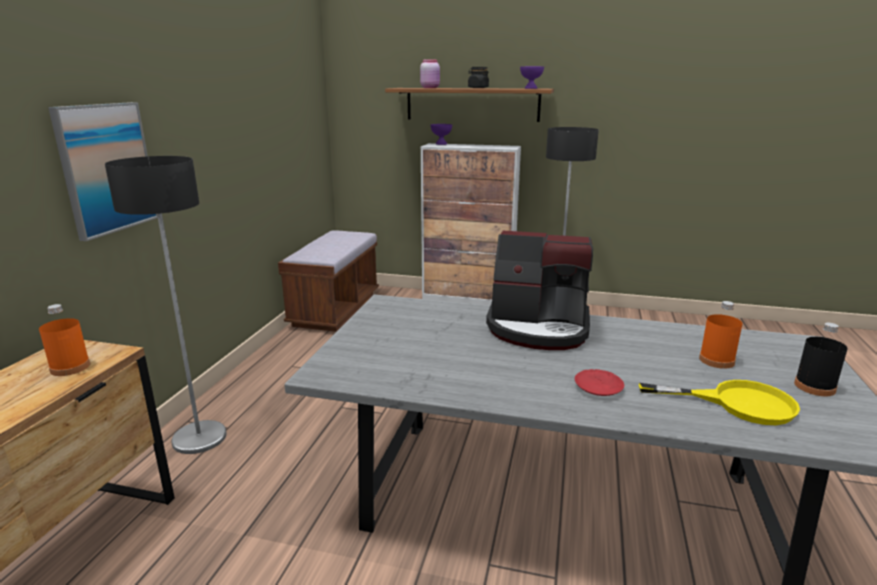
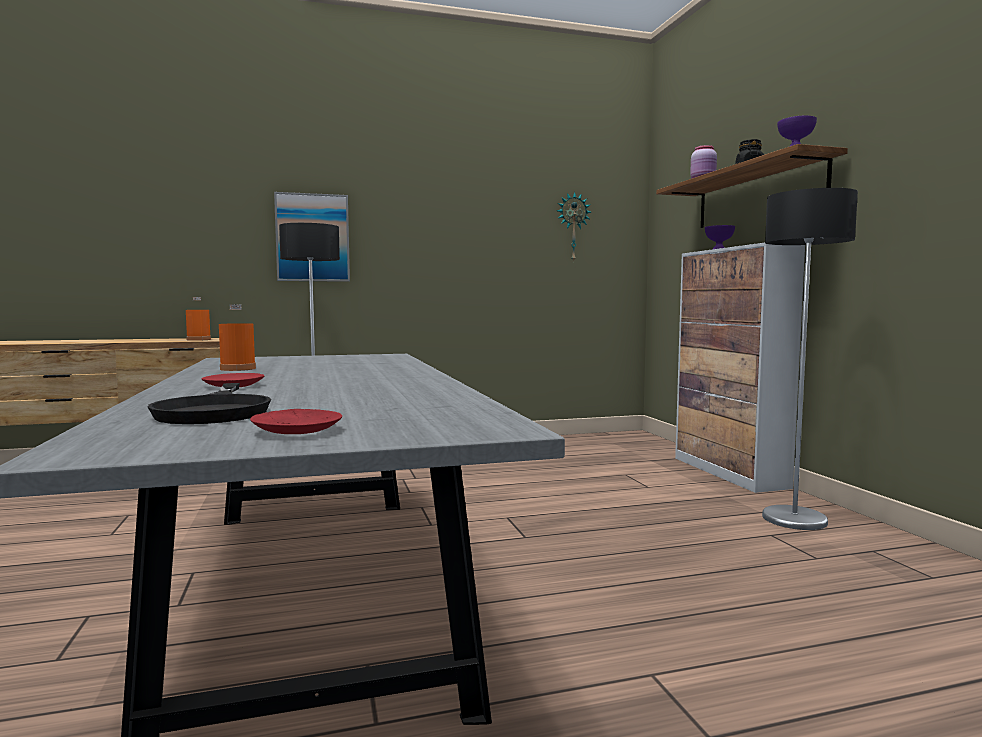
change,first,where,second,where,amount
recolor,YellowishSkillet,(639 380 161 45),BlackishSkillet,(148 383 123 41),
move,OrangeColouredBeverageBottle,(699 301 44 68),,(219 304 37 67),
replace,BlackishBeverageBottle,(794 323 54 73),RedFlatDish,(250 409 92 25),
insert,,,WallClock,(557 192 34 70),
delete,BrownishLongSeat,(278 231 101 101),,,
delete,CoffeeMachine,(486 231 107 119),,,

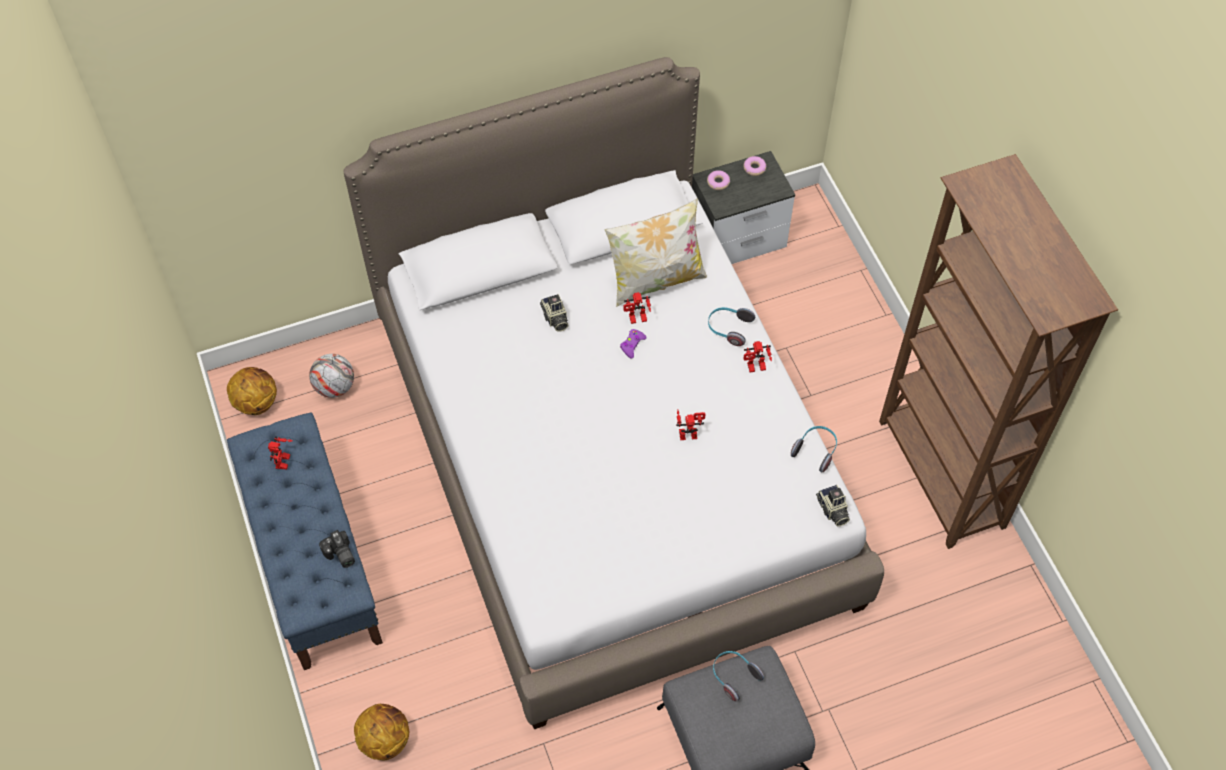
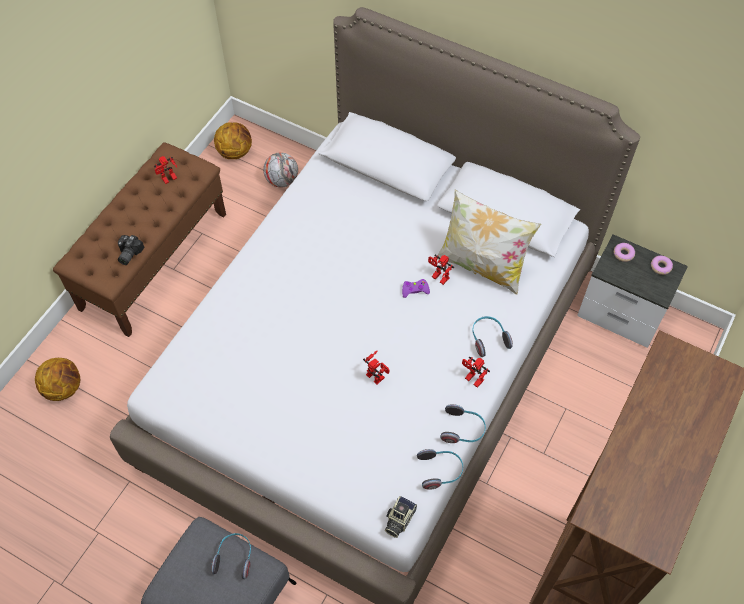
change,first,where,second,where,amount
recolor,BluishLongSeat,(227 413 156 257),BrownishLongSeat,(53 142 173 195),
insert,,,Headset,(440 404 46 39),
delete,StillCamera,(540 294 28 38),,,

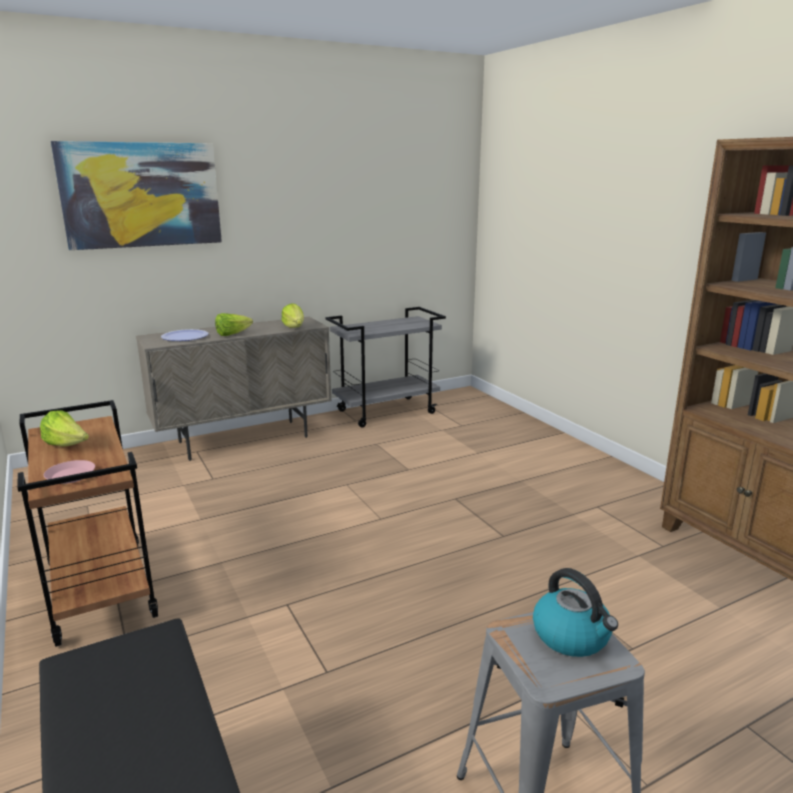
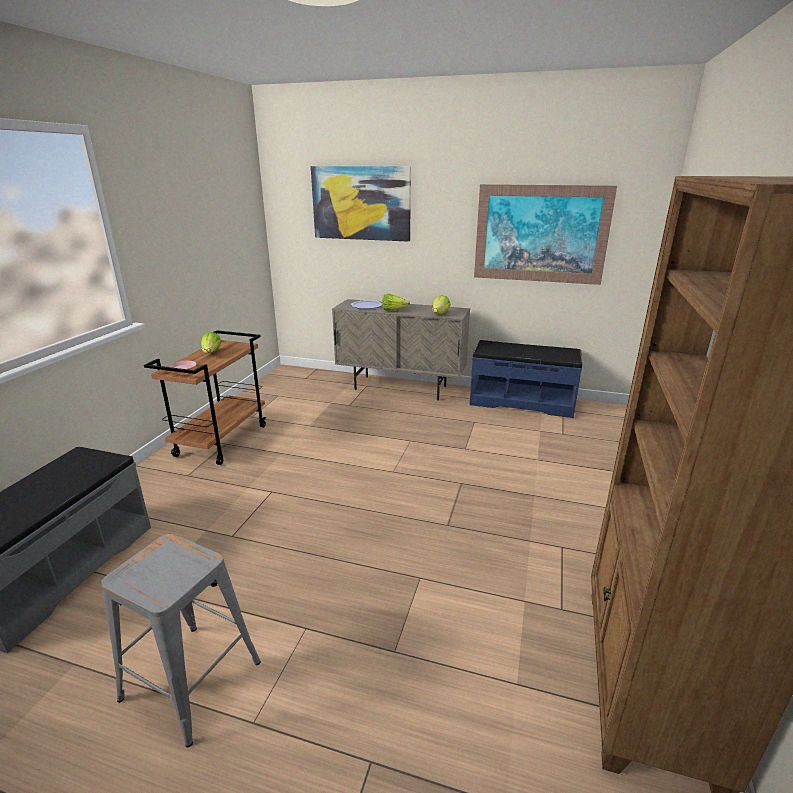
change,first,where,second,where,amount
replace,GreyishWheeledCart,(326 307 120 120),BluishLongSeat,(470 340 112 78),
insert,,,WallPicture,(474 184 143 101),
delete,Kettle,(533 568 85 89),,,

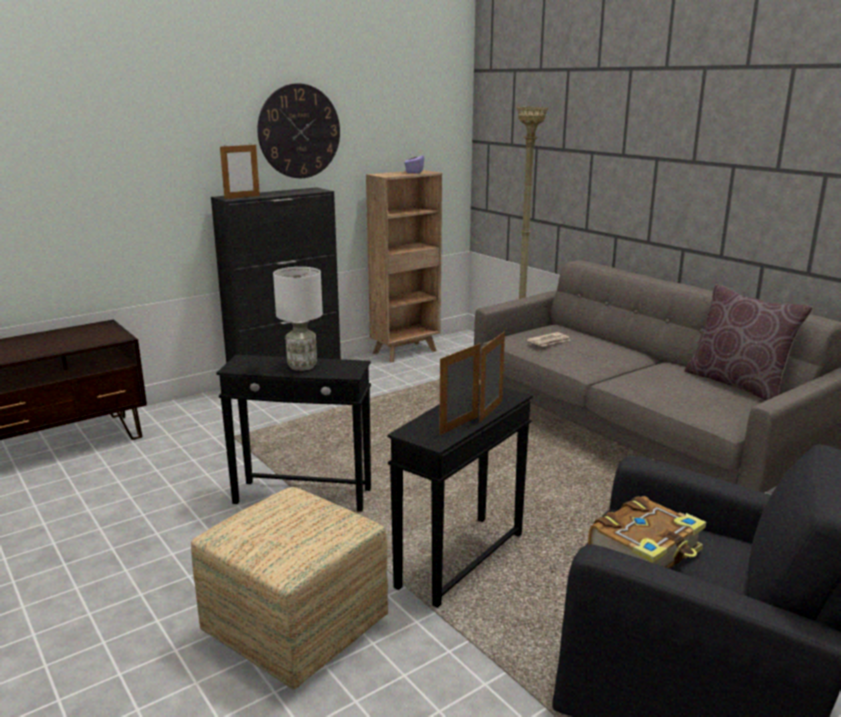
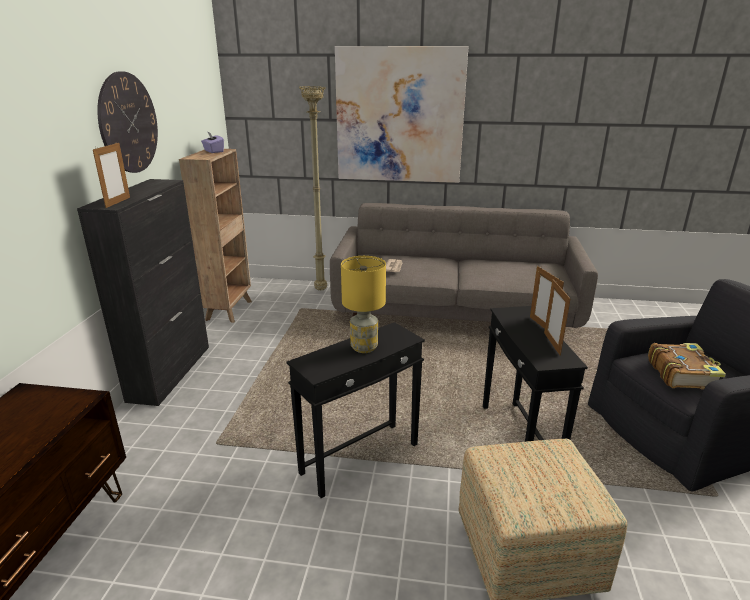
change,first,where,second,where,amount
insert,,,WallPicture,(335 46 134 137),
recolor,WhiteTabletopLamp,(273 267 50 104),YellowishTabletopLamp,(341 256 45 97),
delete,BrownishThrowPillow,(684 284 129 117),,,

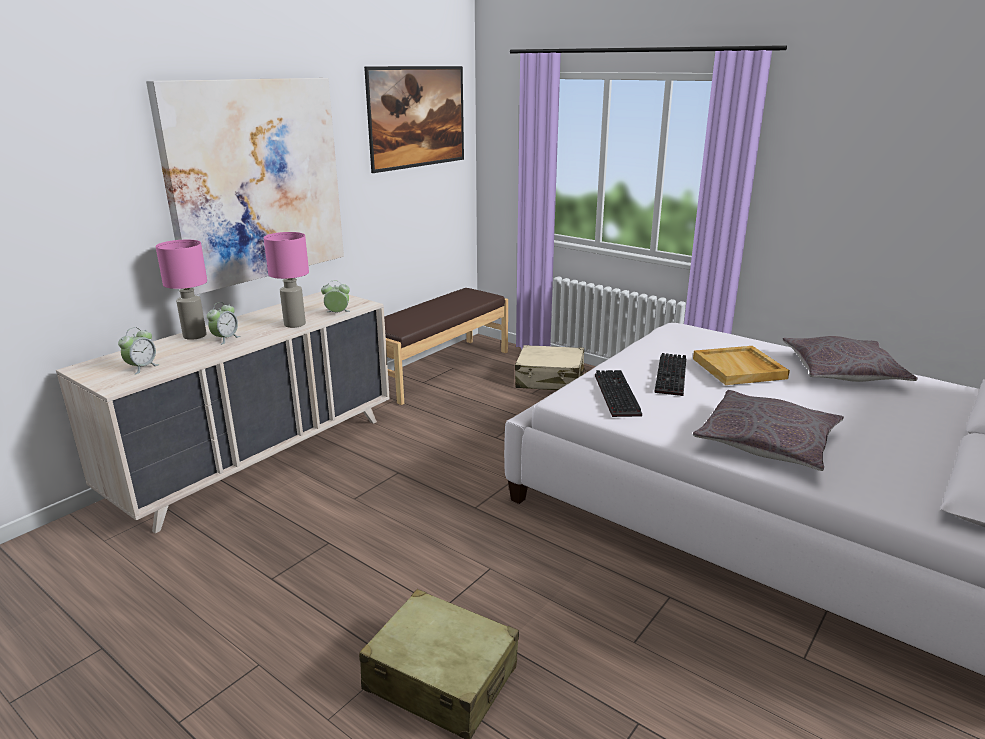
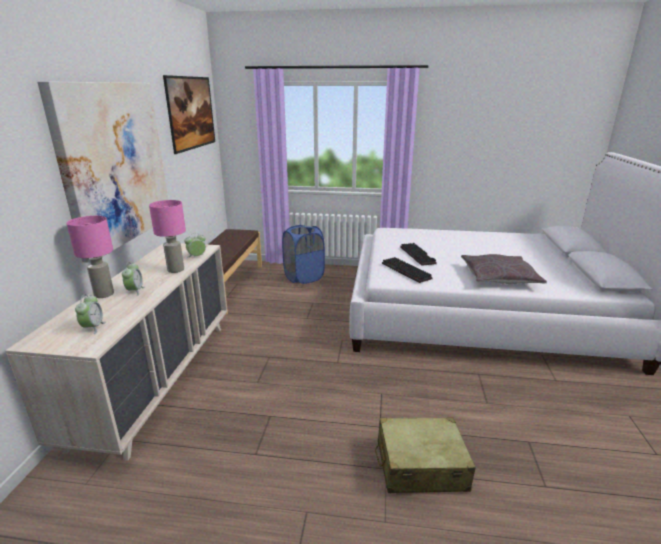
change,first,where,second,where,amount
replace,BeigeSuitcase,(515 345 71 45),BluishWashingBasket,(282 225 43 59),
delete,BeigeServingTray,(693 346 97 39),,,
delete,GreyishThrowPillow,(783 336 135 46),,,

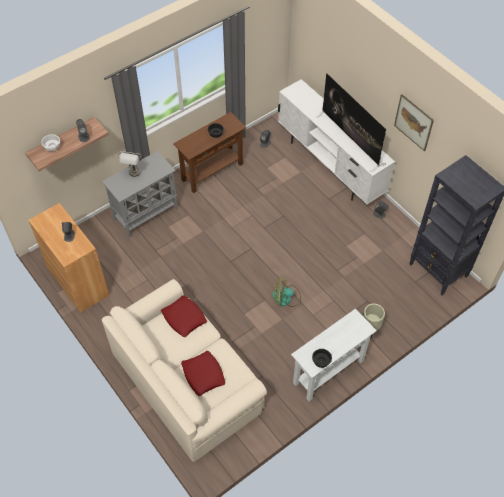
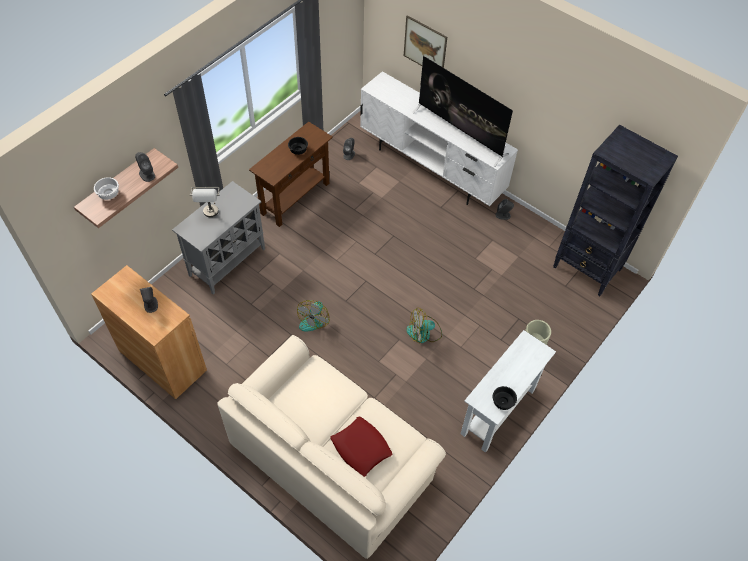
change,first,where,second,where,amount
insert,,,ElectricFan,(297 300 33 31),
move,WallPicture,(394 94 40 57),,(404 15 43 53),
delete,RedThrowPillow,(161 295 46 42),,,

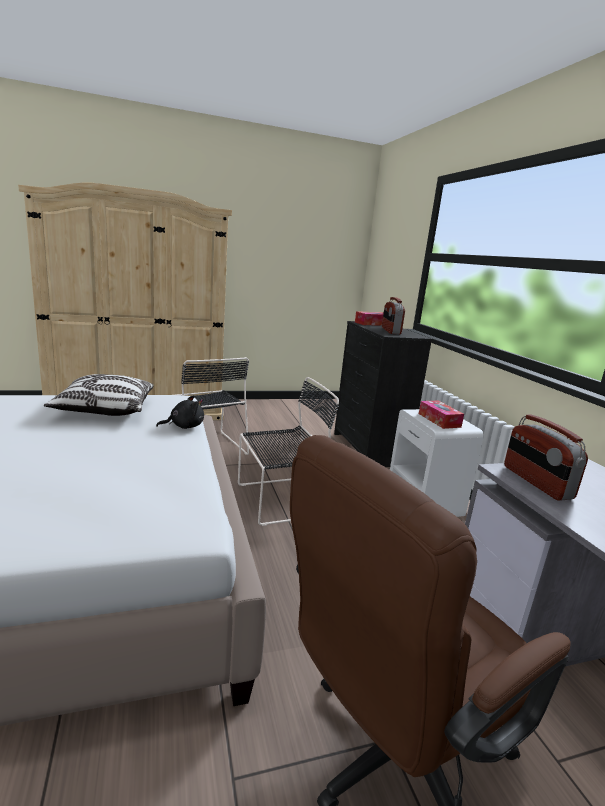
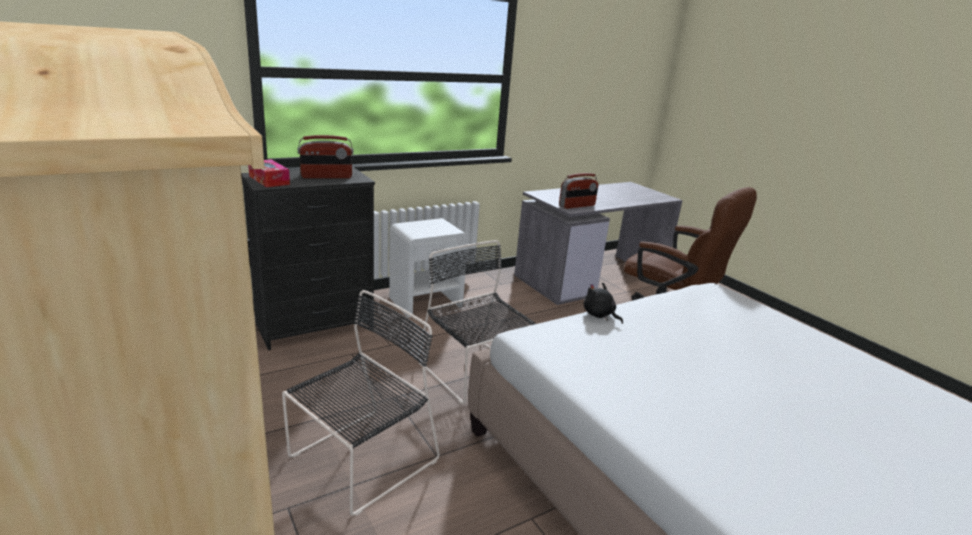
change,first,where,second,where,amount
delete,ThrowPillow,(44 374 110 42),,,
delete,TissueBox,(419 400 45 29),,,

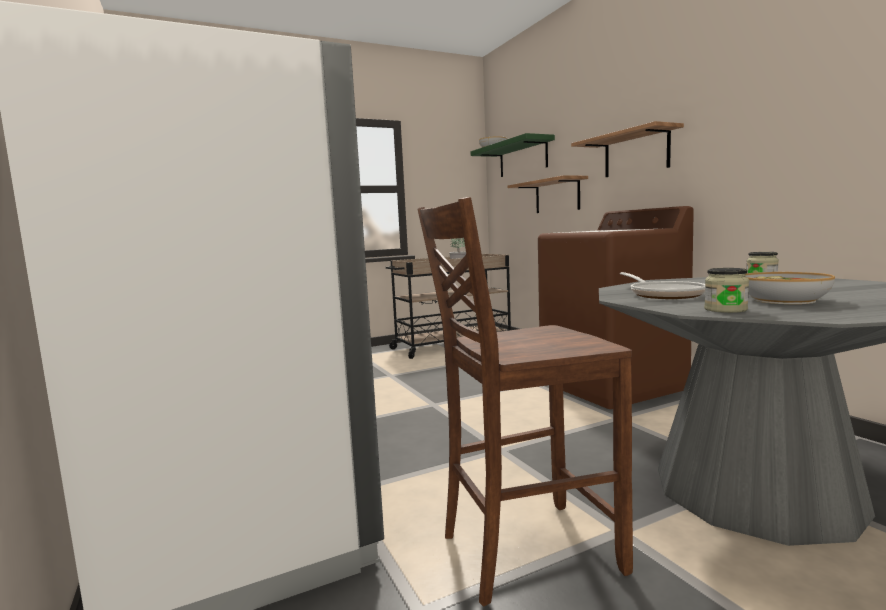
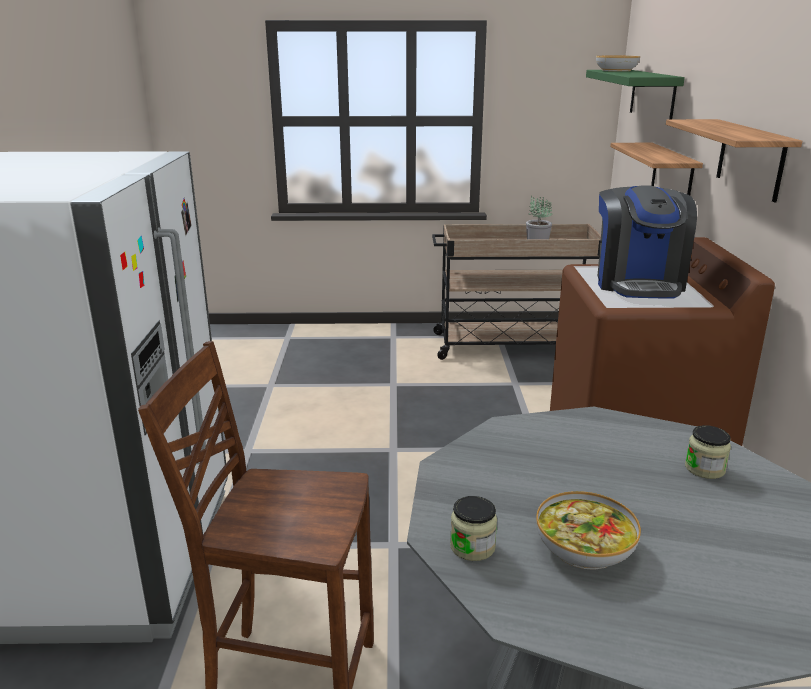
change,first,where,second,where,amount
insert,,,CoffeeMachine,(598 185 99 114),
delete,Skillet,(620 272 85 27),,,

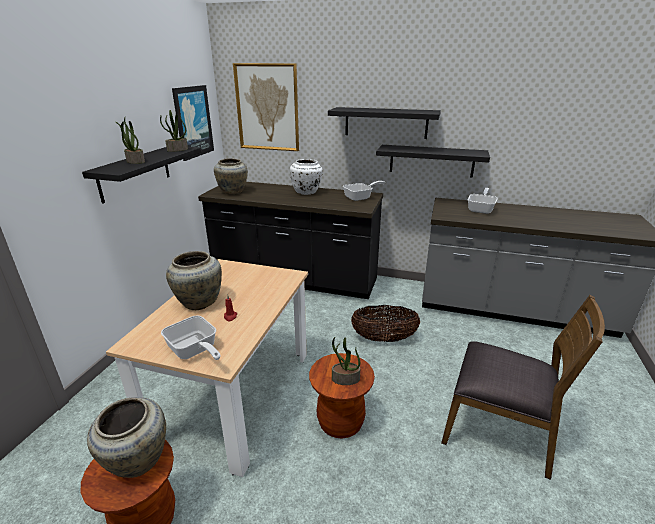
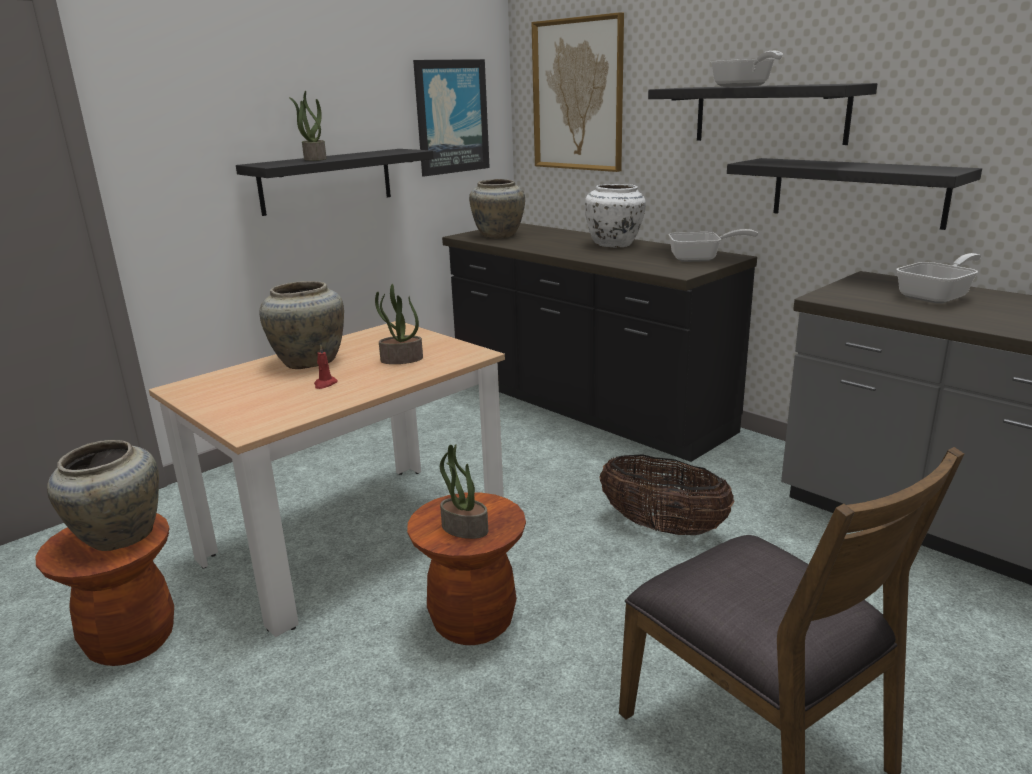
change,first,where,second,where,amount
move,PlantInAPot,(160 110 28 42),,(375 284 48 80),
move,Skillet,(161 315 60 45),,(711 51 72 36),

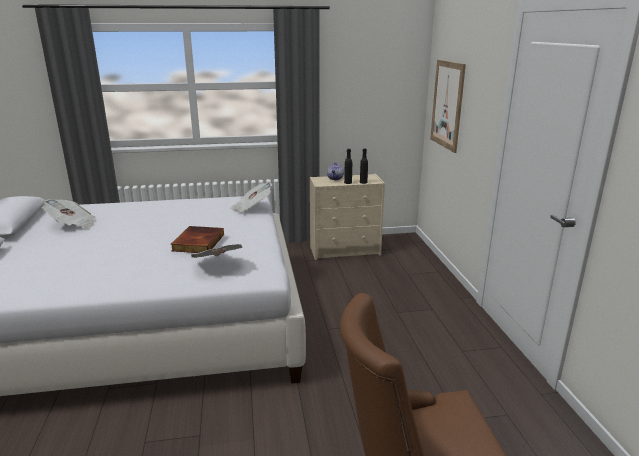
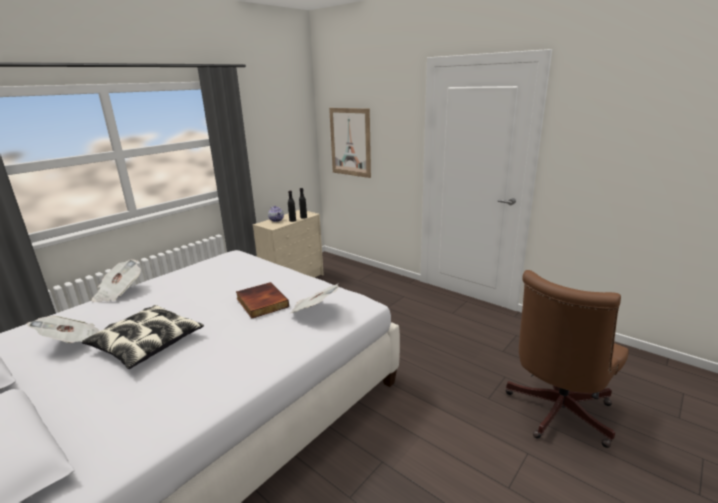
change,first,where,second,where,amount
insert,,,ThrowPillow,(82 305 122 64),
move,DailyPaper,(230 183 42 30),,(91 259 50 43),

